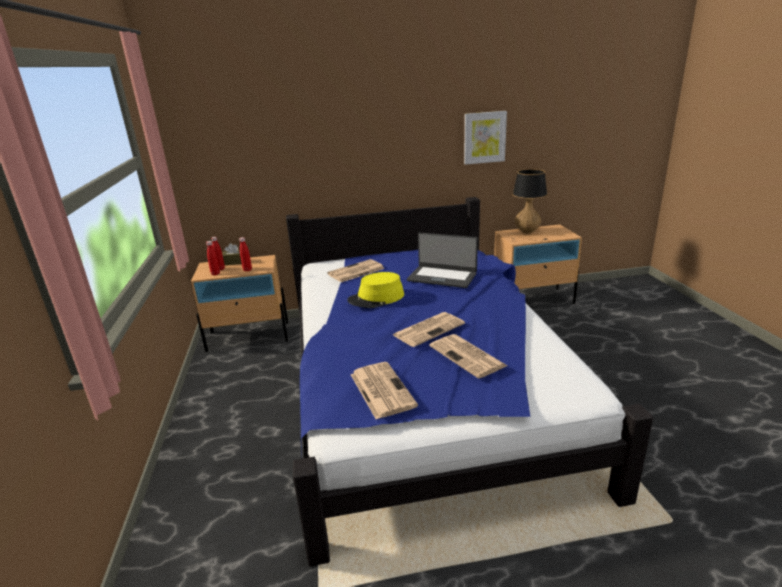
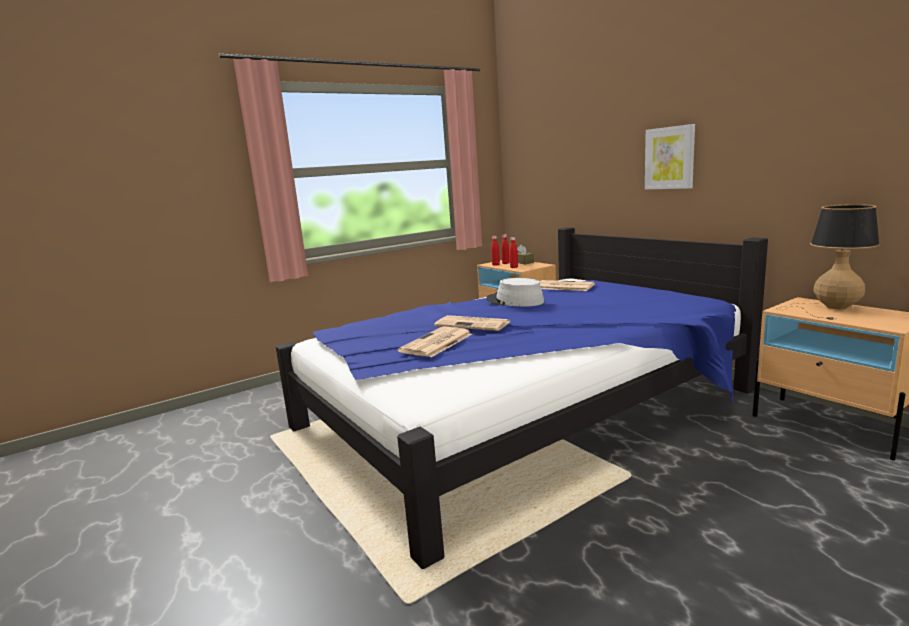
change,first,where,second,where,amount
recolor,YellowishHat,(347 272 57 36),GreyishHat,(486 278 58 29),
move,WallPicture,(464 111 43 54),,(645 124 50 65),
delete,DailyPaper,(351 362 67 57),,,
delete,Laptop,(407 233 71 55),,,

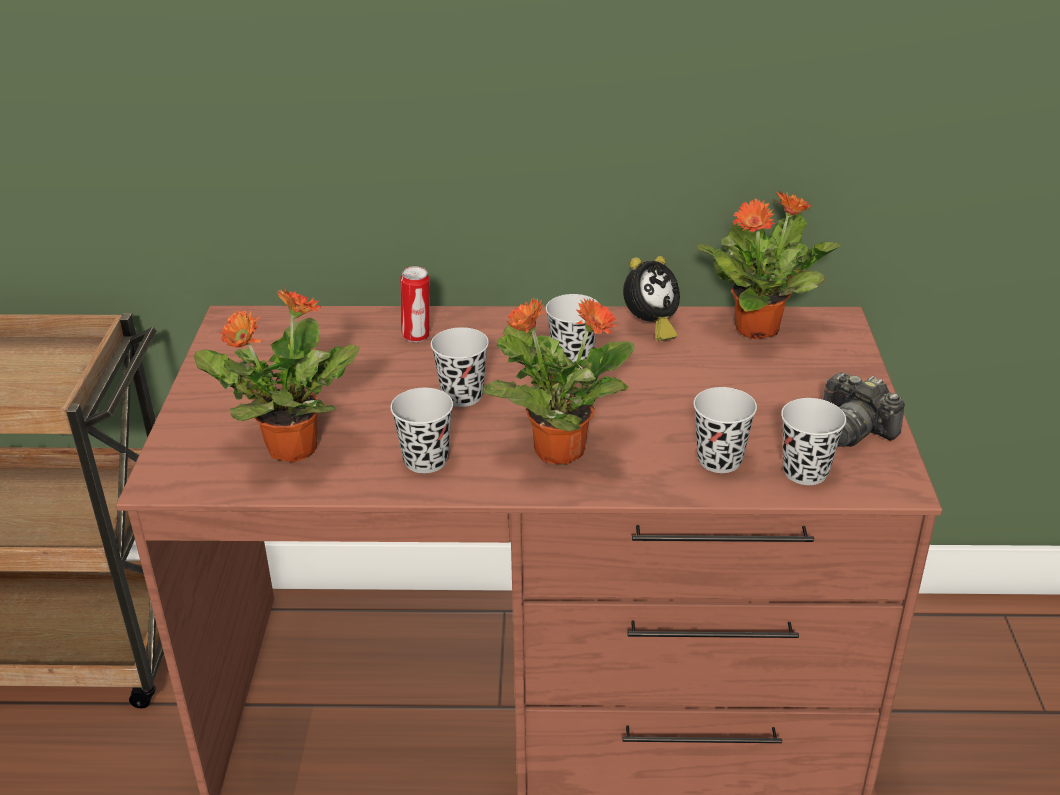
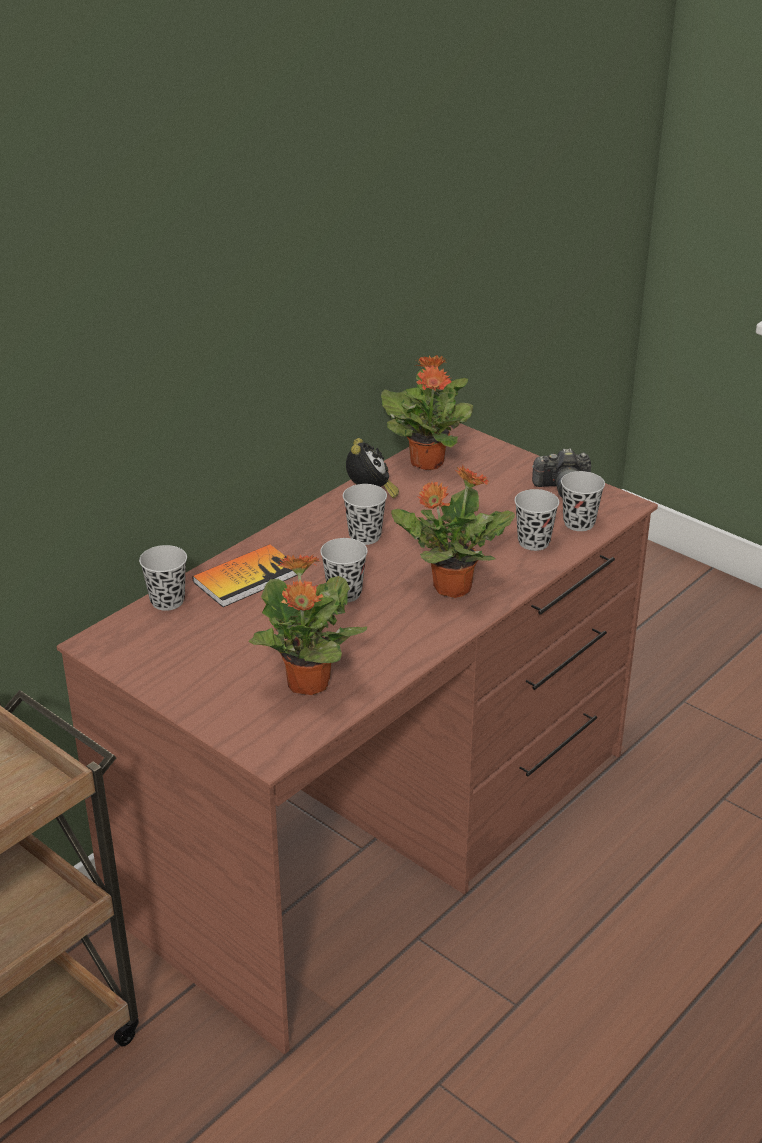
change,first,where,second,where,amount
move,BlackishCup,(390 388 63 85),,(139 545 48 66),
replace,MetalCan,(400 266 30 76),Book,(192 544 105 63),

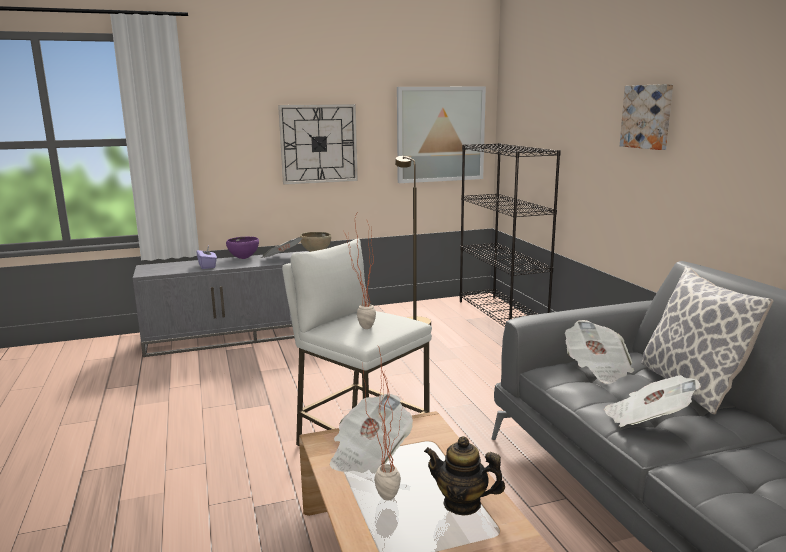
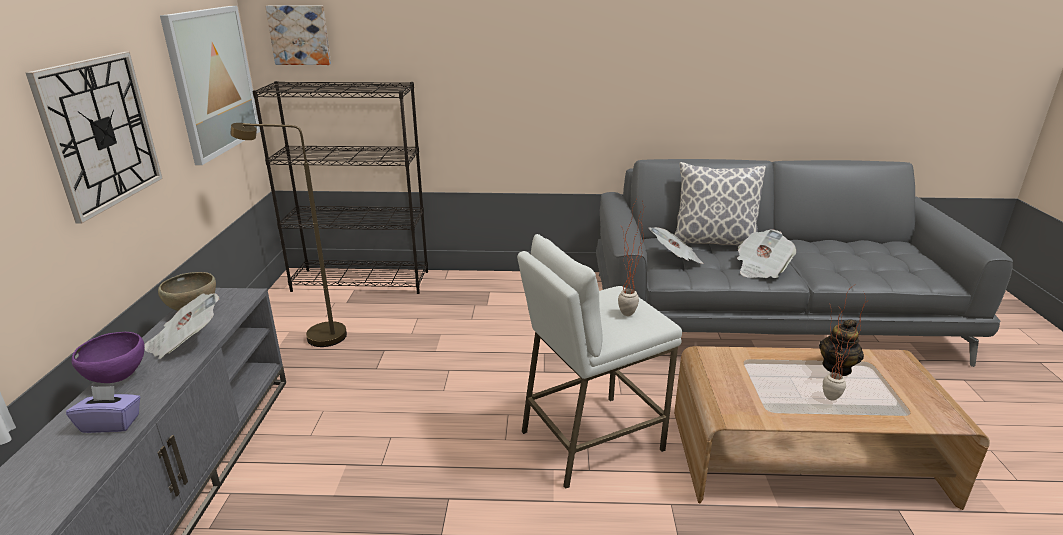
change,first,where,second,where,amount
move,WallPicture,(620 84 53 66),,(265 5 66 60),
delete,DailyPaper,(329 394 84 80),,,

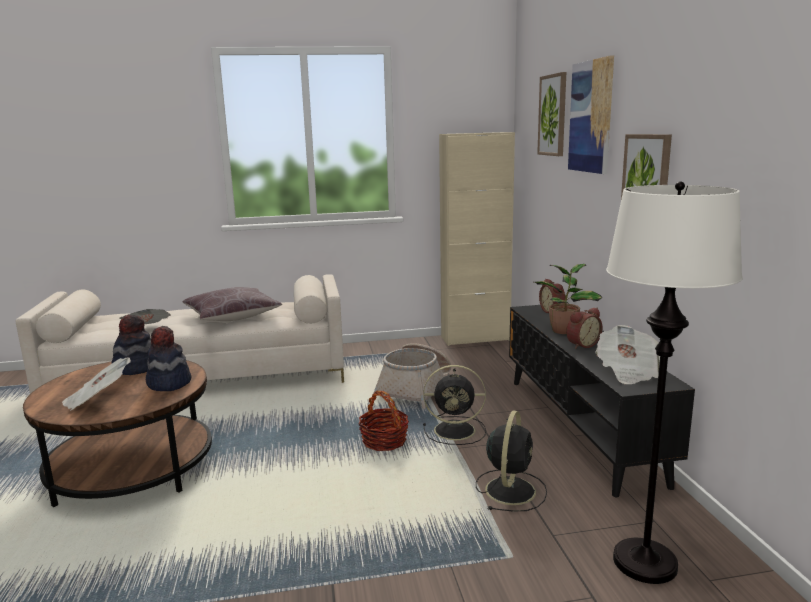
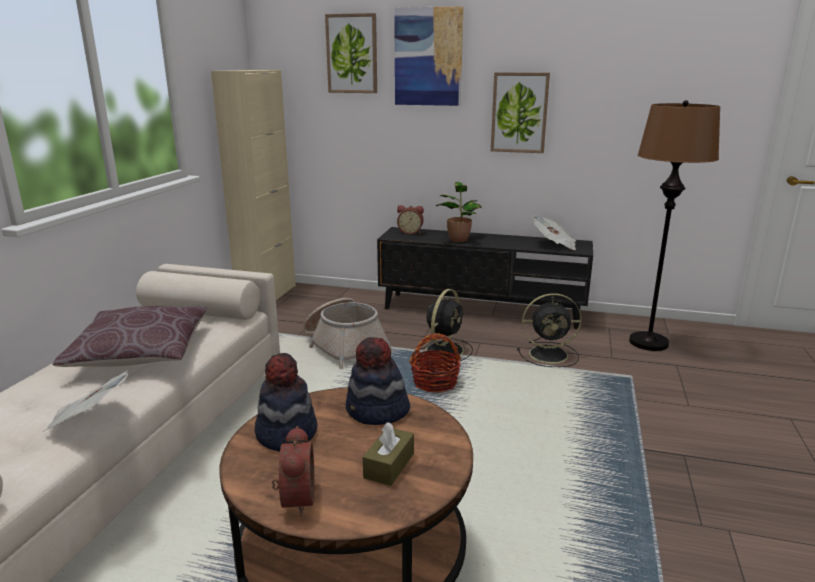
change,first,where,second,where,amount
move,BedsideClock,(566 308 36 41),,(272 426 42 90),
replace,DailyPaper,(62 358 69 53),BrownishTissueBox,(363 422 51 64),
rotate,BlackishElectricFan,(476 411 71 101),,(517 293 65 74),135 degrees clockwise
recolor,WhiteStandardLamp,(606 181 137 403),BrownishStandardLamp,(629 100 91 251),

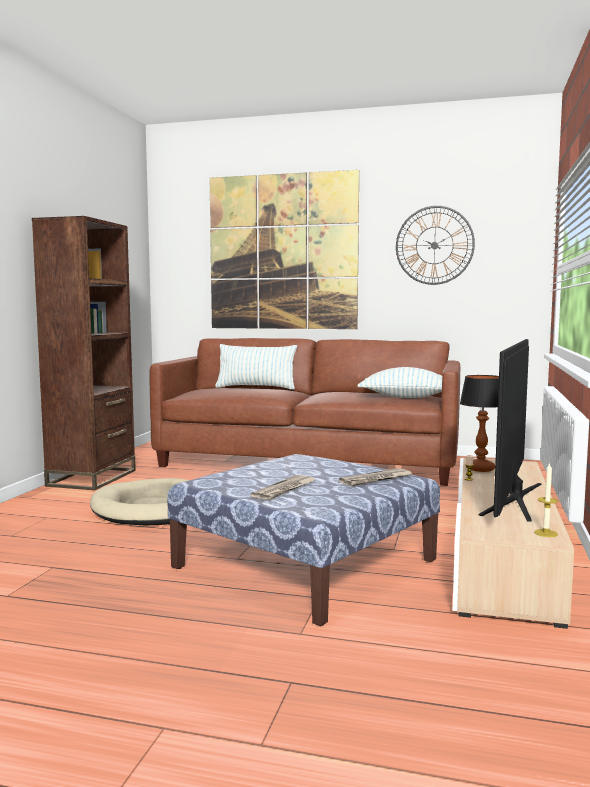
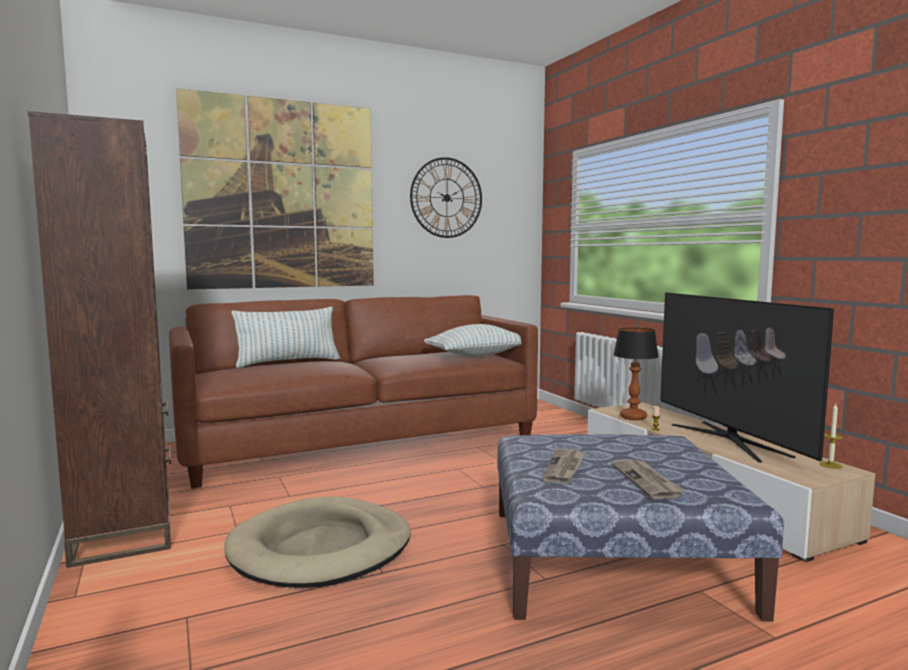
change,first,where,second,where,amount
move,DailyPaper,(339 468 73 18),,(542 449 43 35),

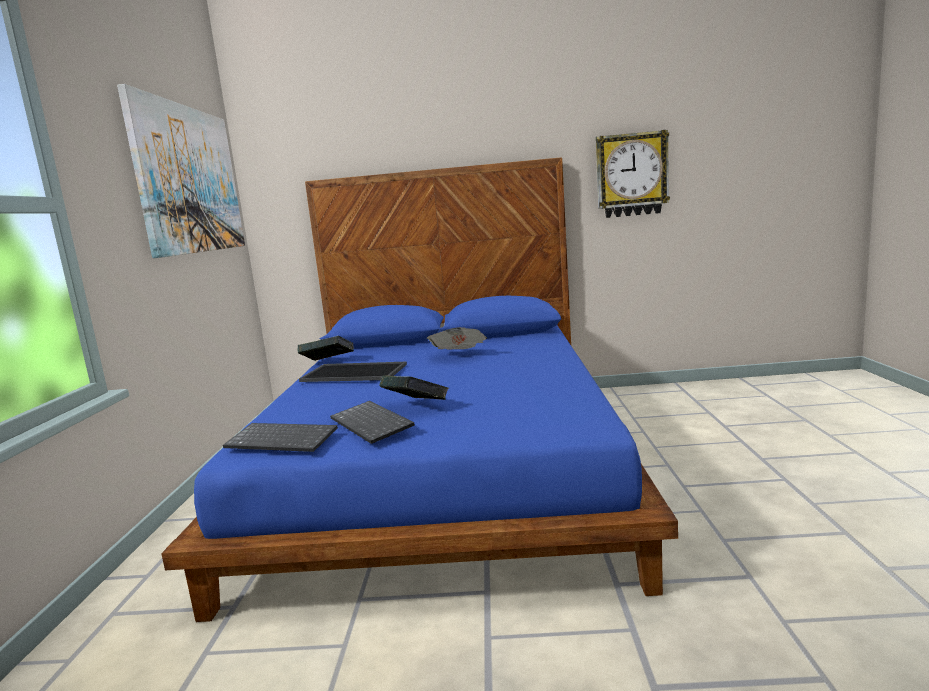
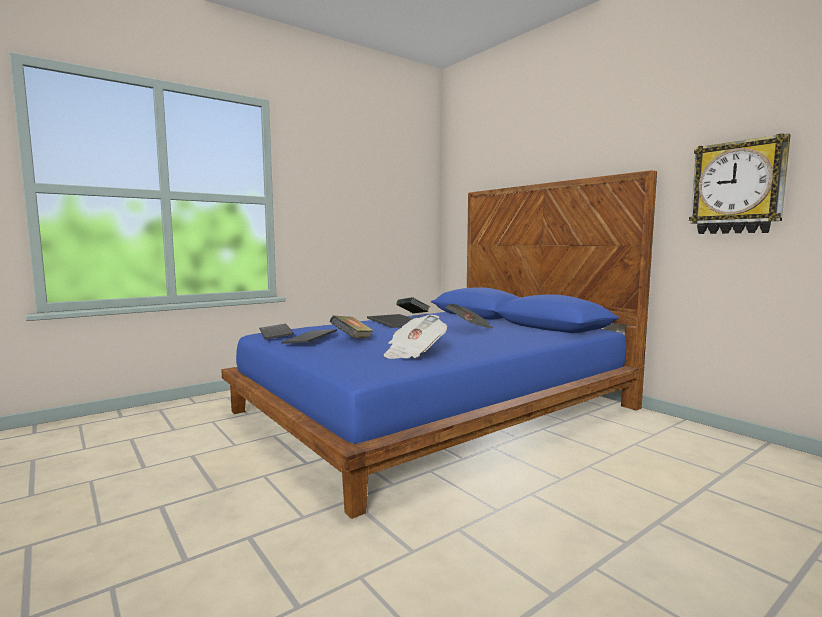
change,first,where,second,where,amount
insert,,,DailyPaper,(383 315 64 44),
delete,WallPicture,(117 84 128 174),,,

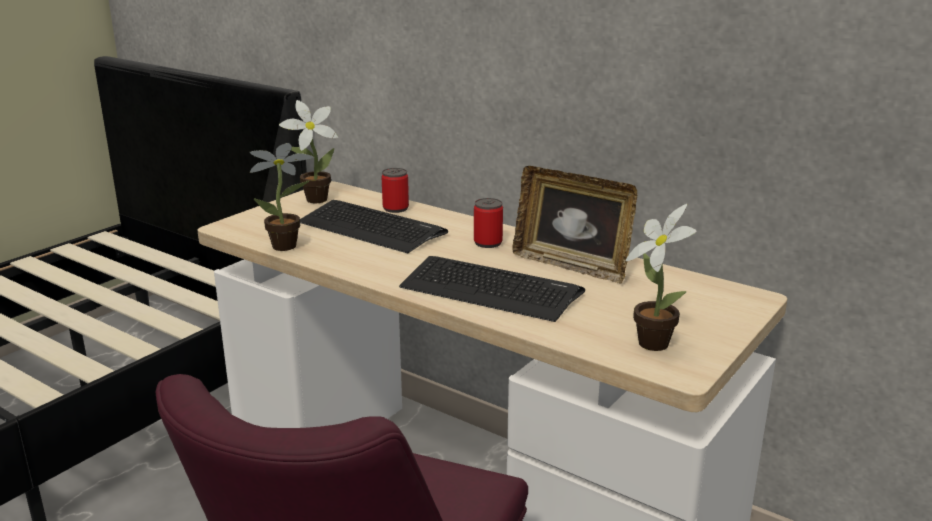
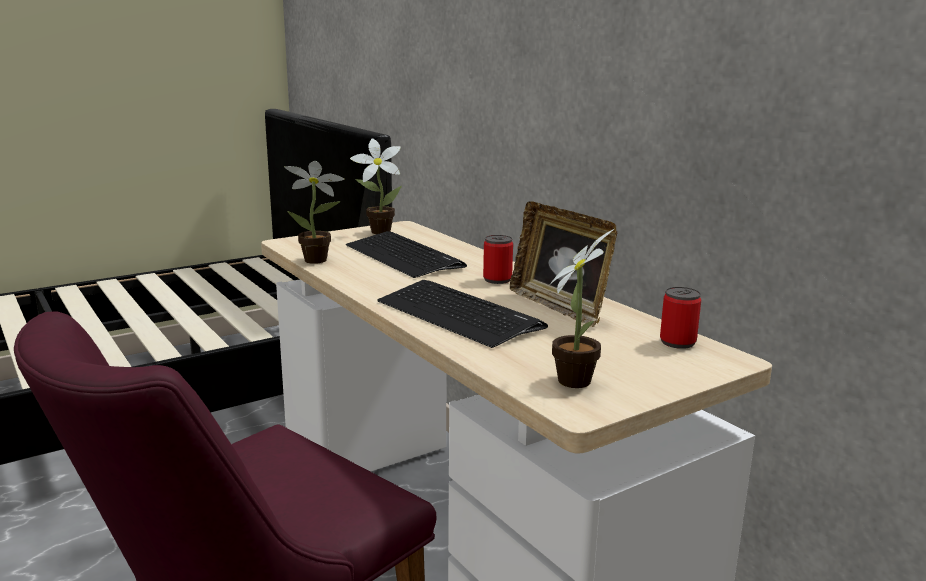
change,first,where,second,where,amount
move,MetalCan,(381 168 28 45),,(660 287 41 62),

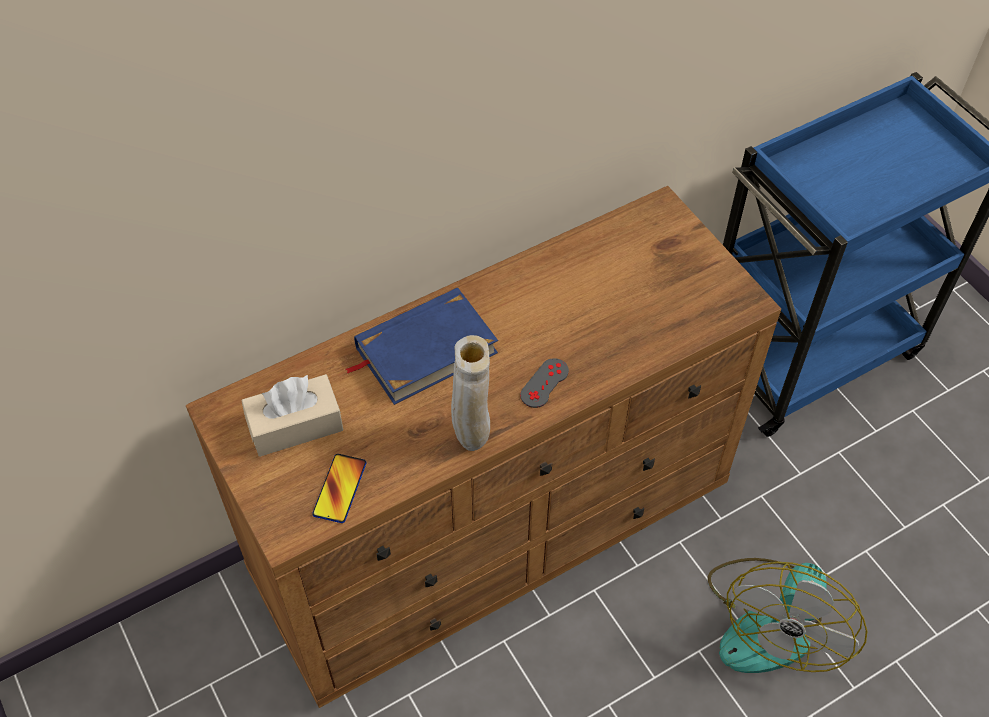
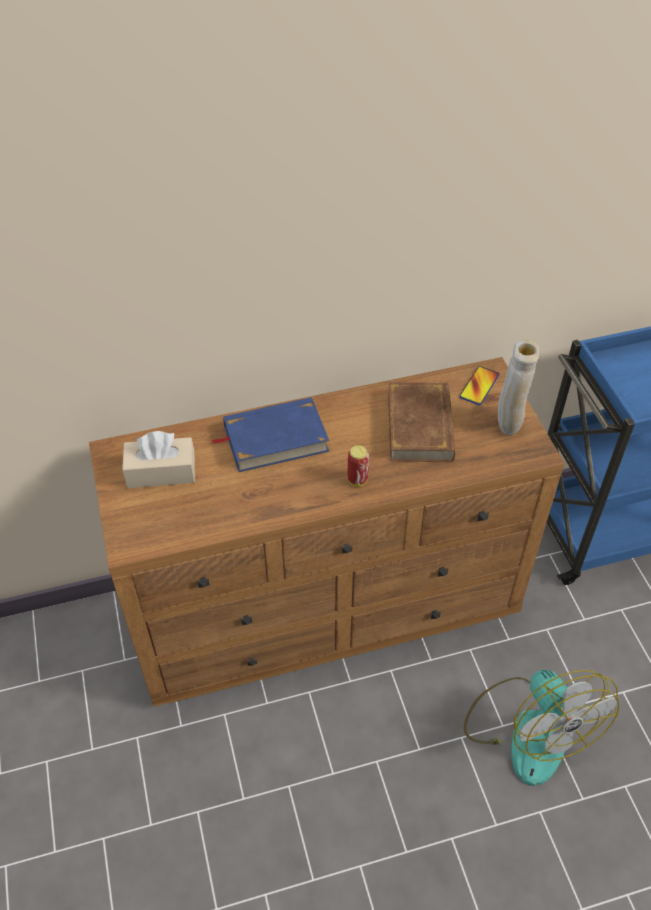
change,first,where,second,where,amount
replace,GreyishJoypad,(520 358 49 50),MetalCan,(348 445 21 41),
insert,,,BrownishBook,(388 382 67 80),
move,Phone,(312 454 54 69),,(460 366 39 39),
rotate,ElectricFan,(708 558 160 115),,(464 670 155 116),60 degrees counterclockwise
move,BeigeFlowerVase,(451 335 39 116),,(498 339 41 96),

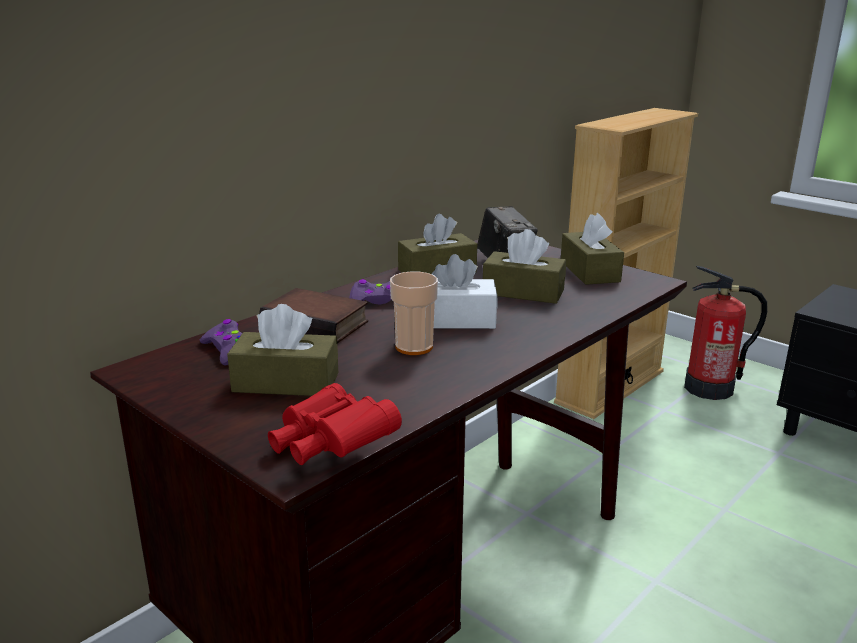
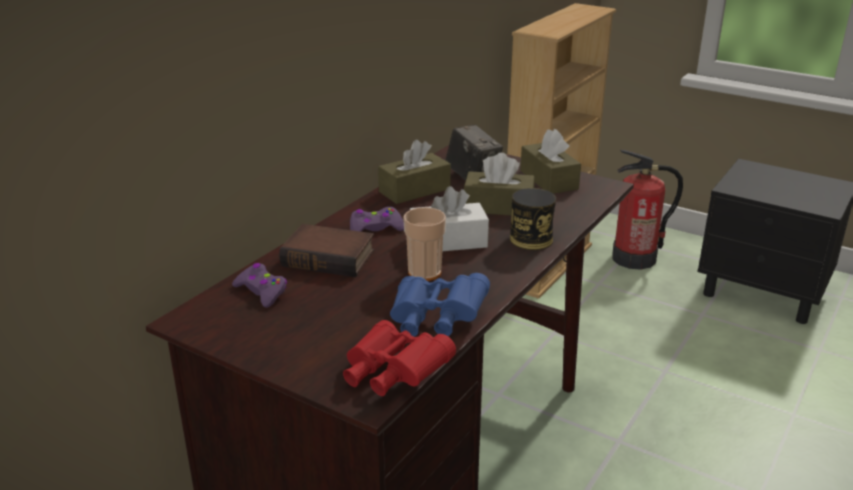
change,first,where,second,where,amount
insert,,,BluishBinoculars,(390 273 100 64),
insert,,,MetalCan,(510 188 46 62),
delete,BrownishTissueBox,(227 304 111 92),,,

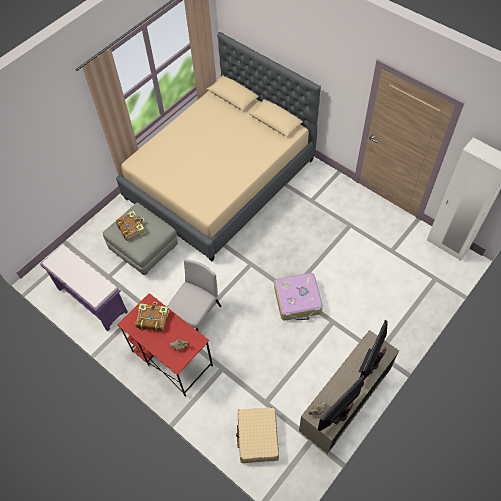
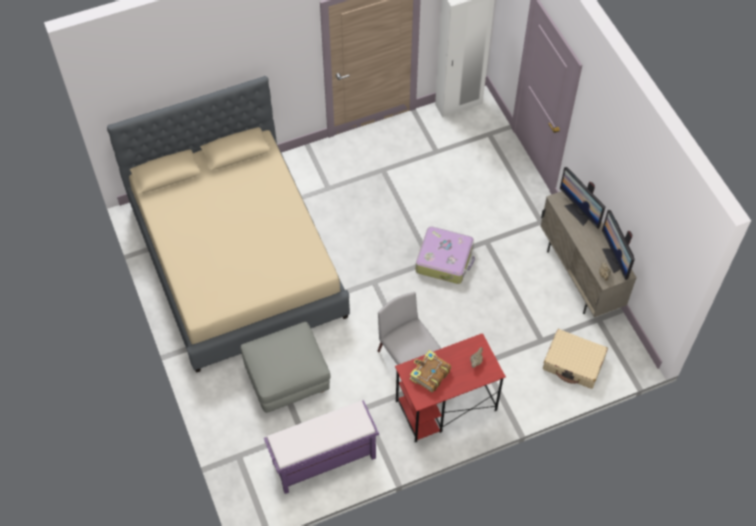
change,first,where,second,where,amount
delete,Book,(116 211 30 30),,,

